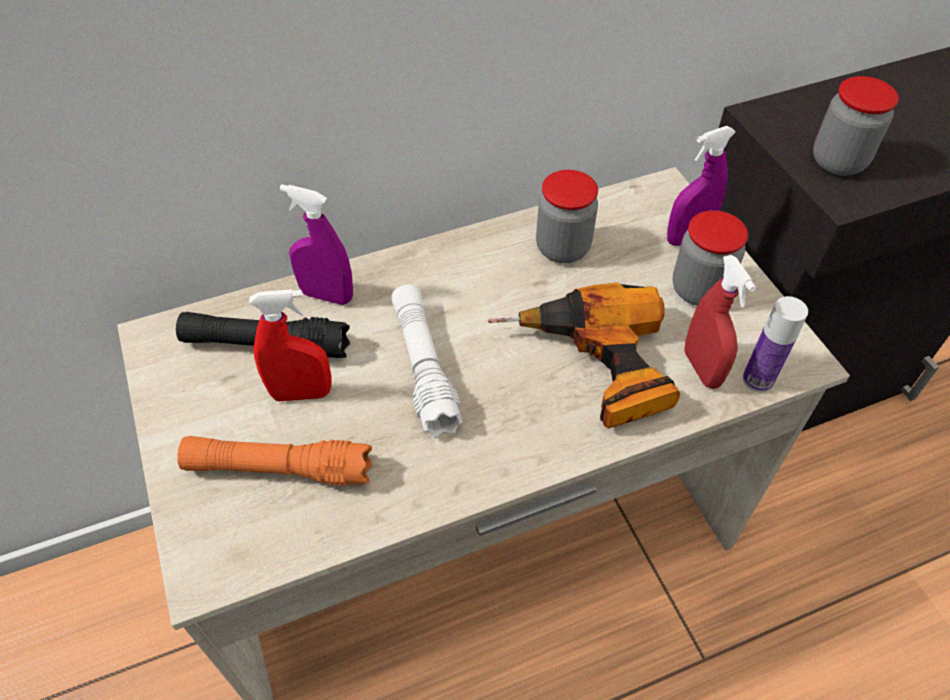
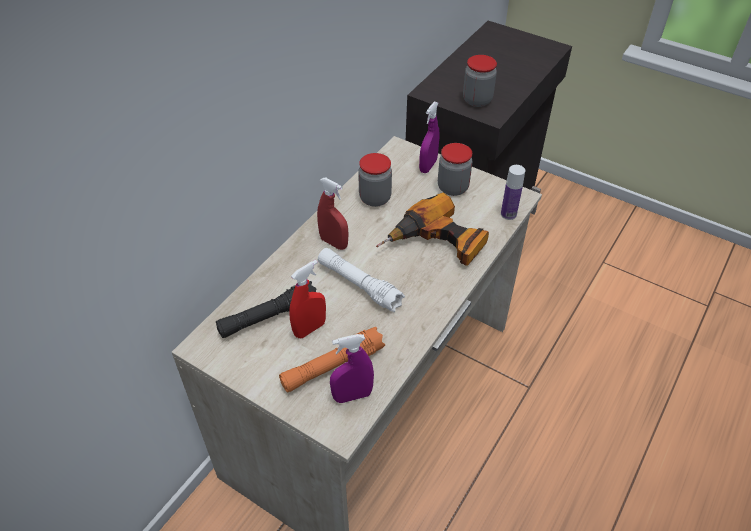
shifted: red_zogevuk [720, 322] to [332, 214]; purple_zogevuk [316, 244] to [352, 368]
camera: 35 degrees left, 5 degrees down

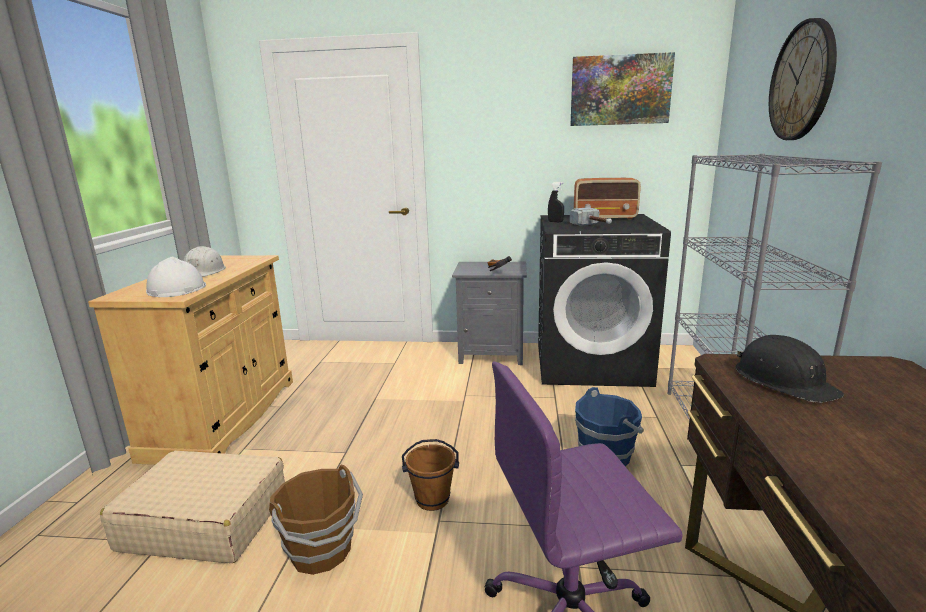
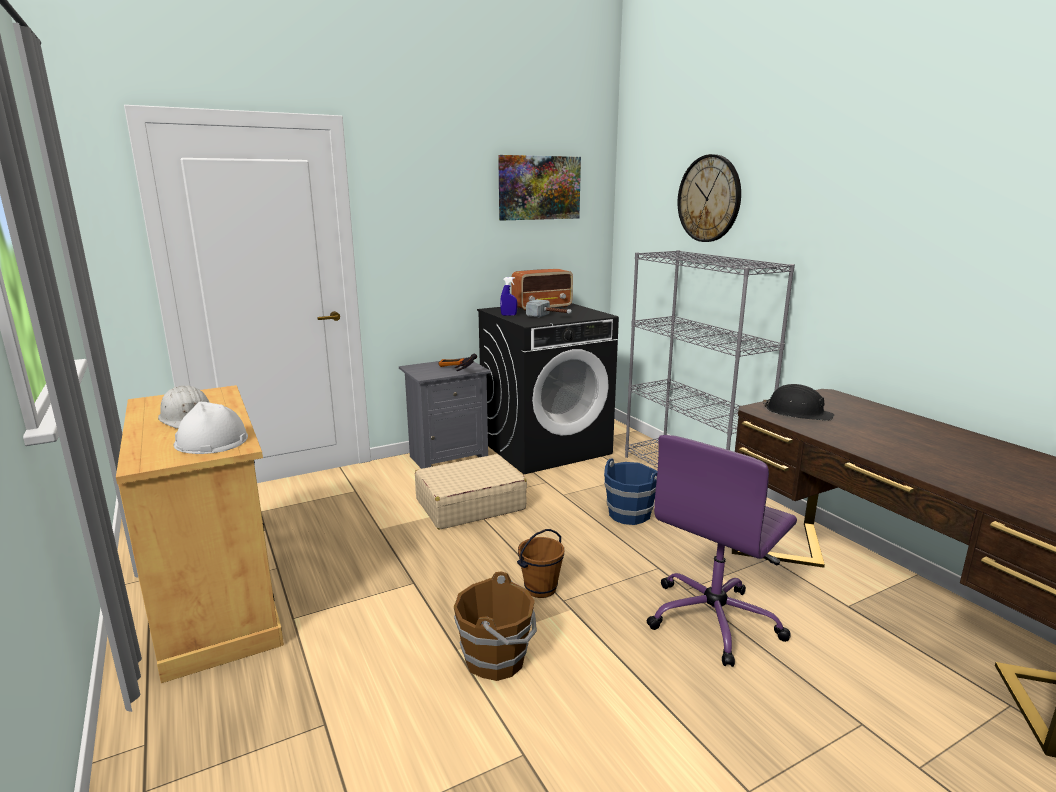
shifted: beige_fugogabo [192, 507] to [471, 492]
repainted: black_zogevuk [556, 202] to blue_zogevuk [508, 296]
camera: 35 degrees left, 0 degrees up

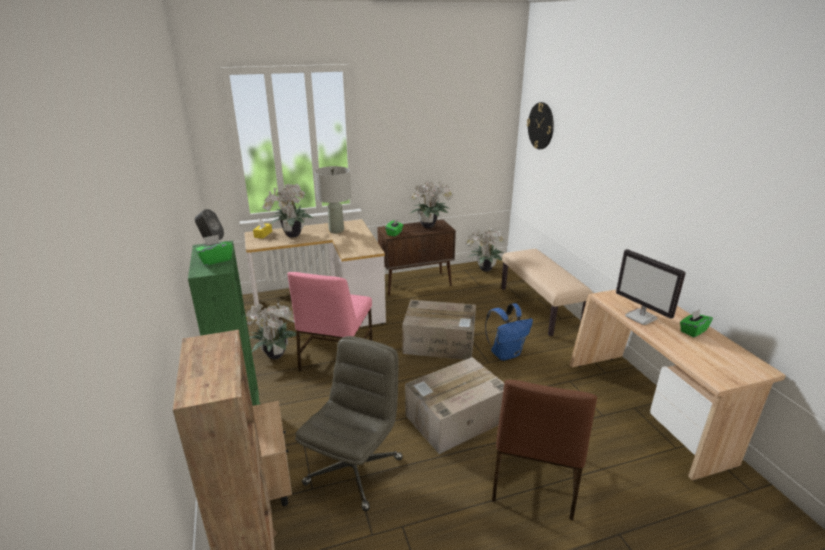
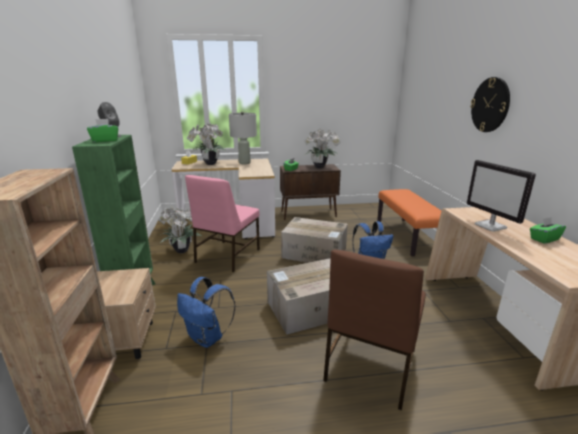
gone: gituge [485, 250]
shifted: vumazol [540, 125] to [490, 104]
swapped: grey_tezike [349, 423] to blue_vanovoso [206, 312]
repainted: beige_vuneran [547, 292] to orange_vuneran [409, 223]
camera: 10 degrees right, 5 degrees down

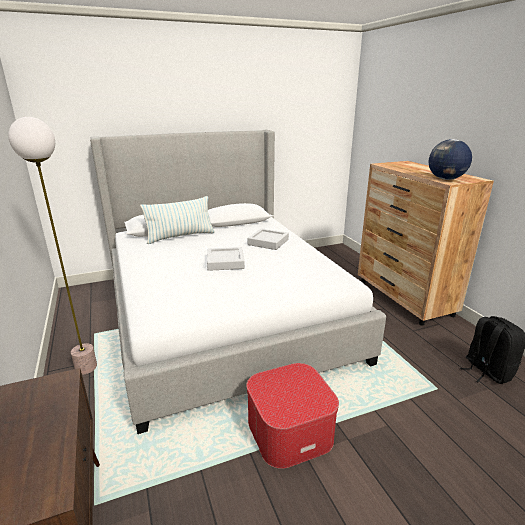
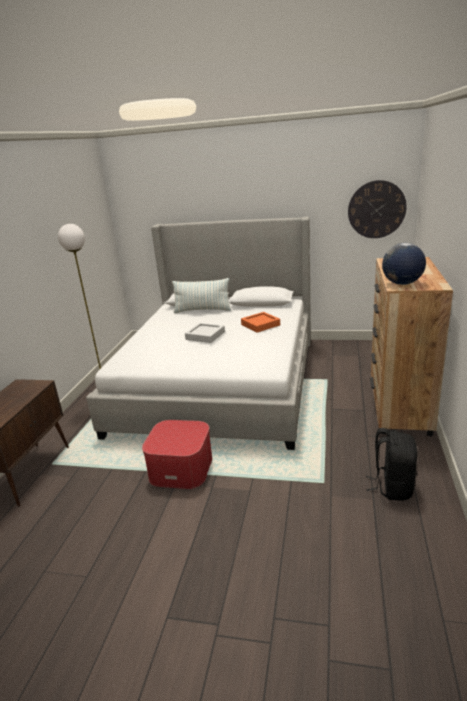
new: vumazol [377, 209]
repainted: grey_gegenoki [268, 239] to orange_gegenoki [260, 322]
camera: 35 degrees right, 0 degrees up

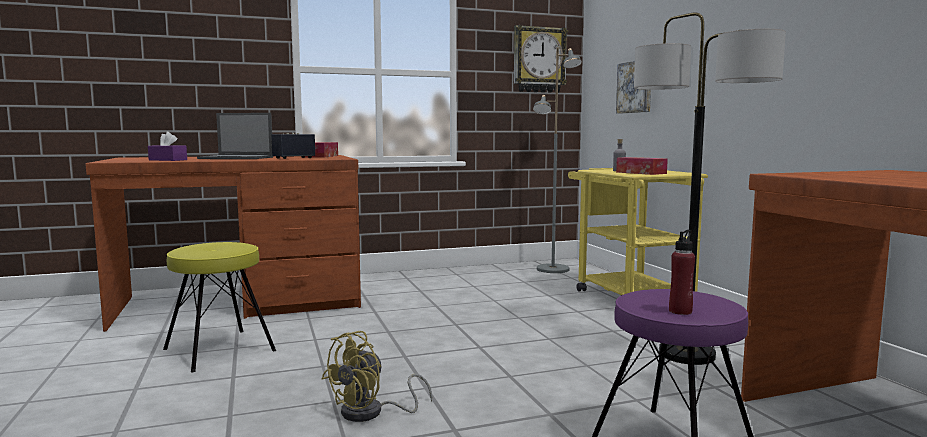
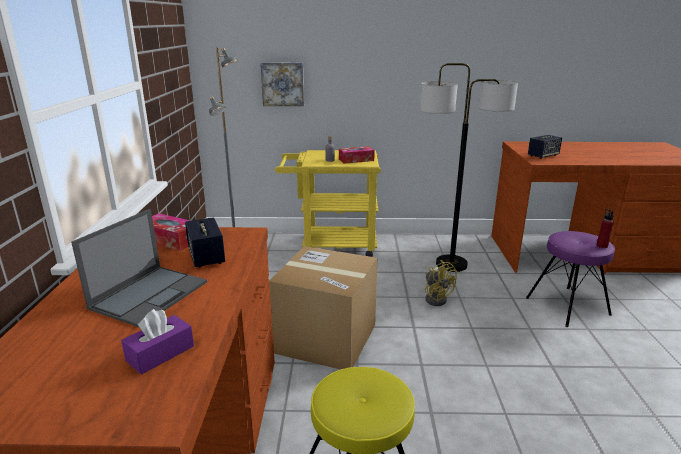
gone: vumazol [541, 59]
new: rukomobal [323, 308]; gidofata [545, 147]
shifted: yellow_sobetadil [377, 376] to [441, 283]
camera: 70 degrees left, 15 degrees up

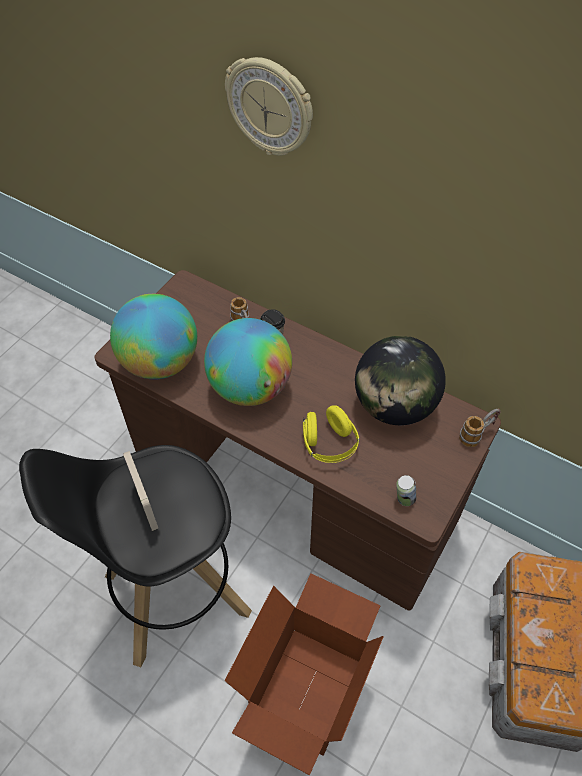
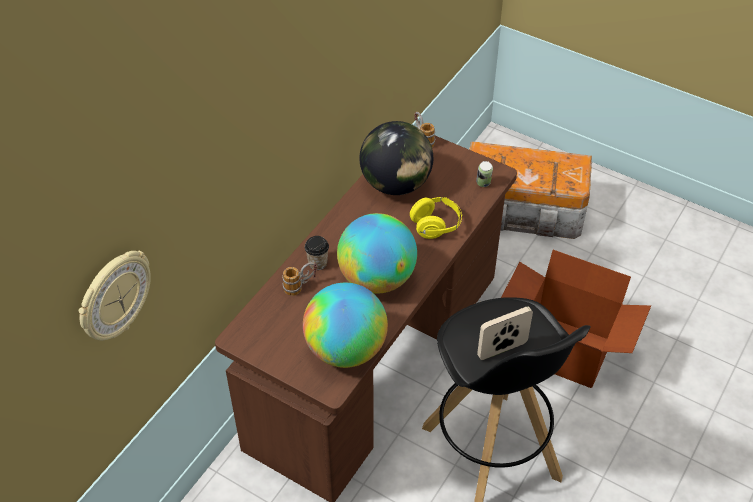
shifted: vumazol [269, 106] to [115, 295]
camera: 90 degrees left, 5 degrees down

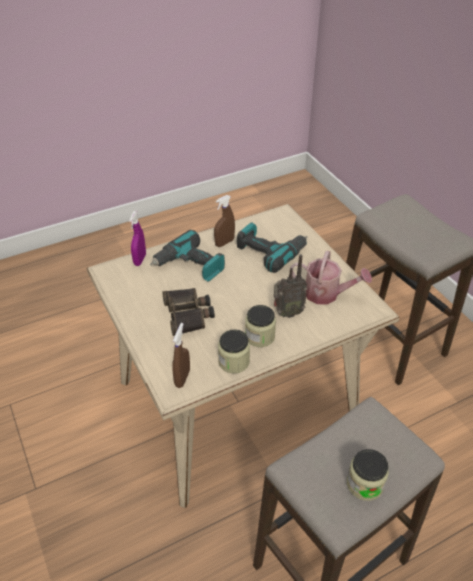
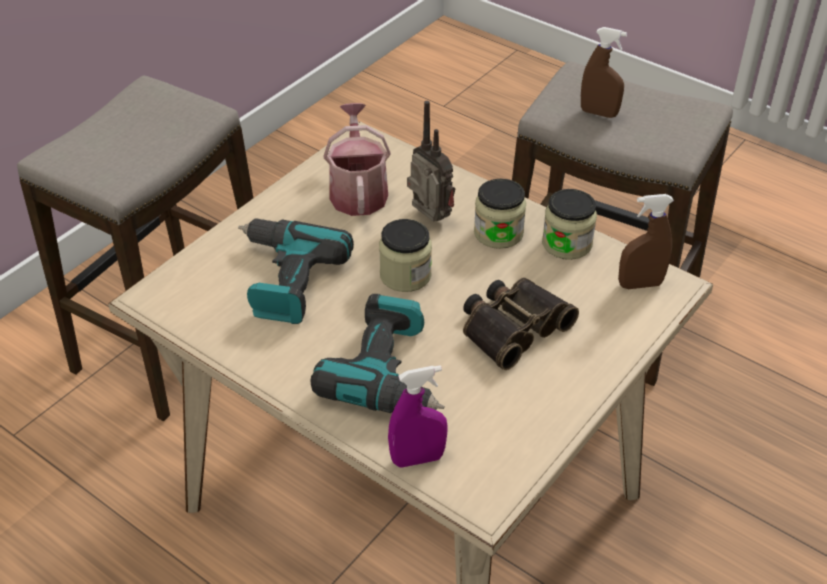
shifted: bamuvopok [368, 475] to [405, 255]; brown_zogevuk [224, 221] to [604, 72]
camera: 115 degrees left, 0 degrees up

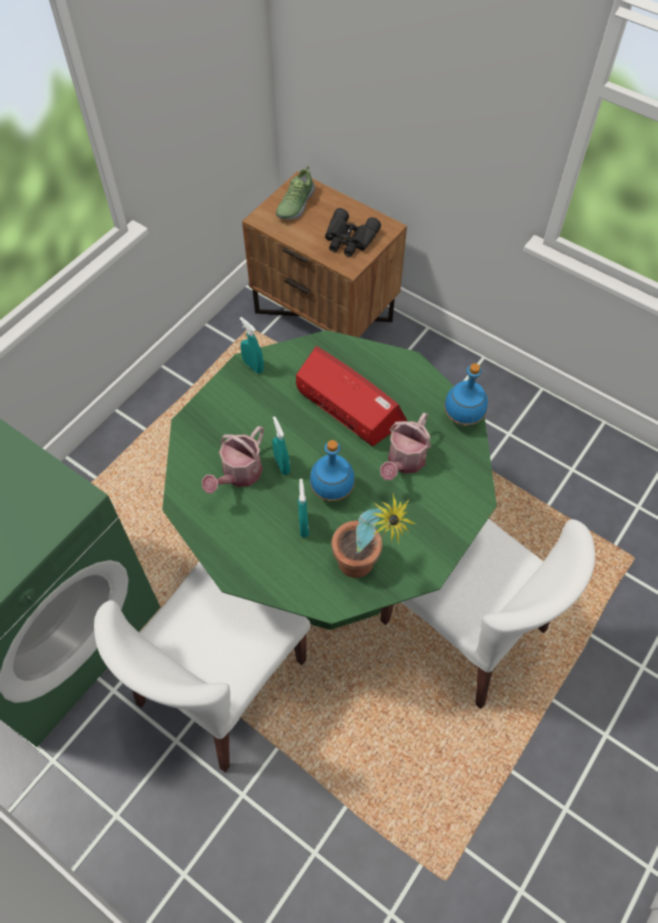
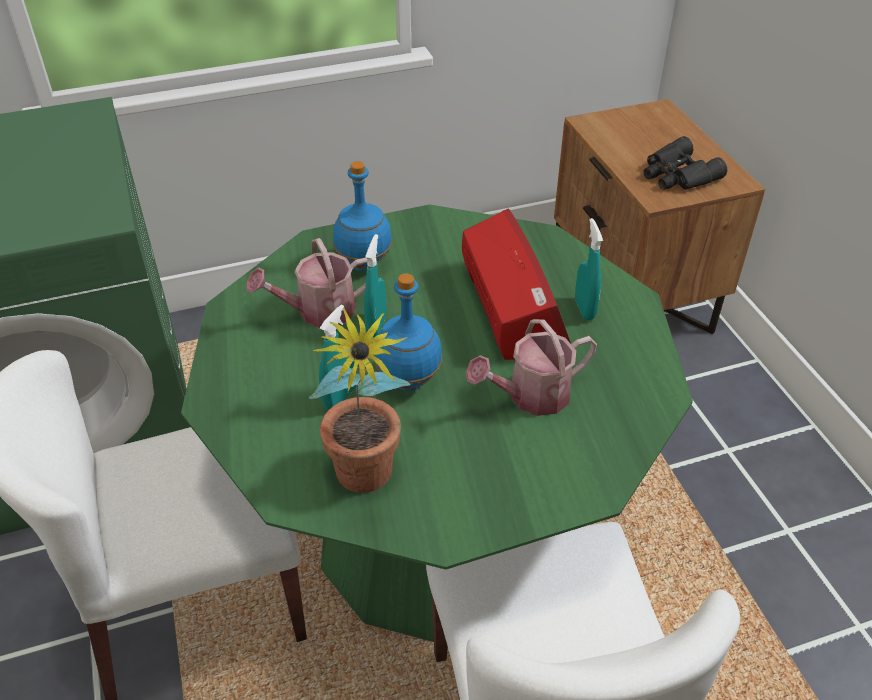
gone: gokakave [295, 193]
shifted: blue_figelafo [466, 394] to [362, 216]; turquoise_zogevuk [252, 345] to [589, 269]
camera: 35 degrees right, 15 degrees down

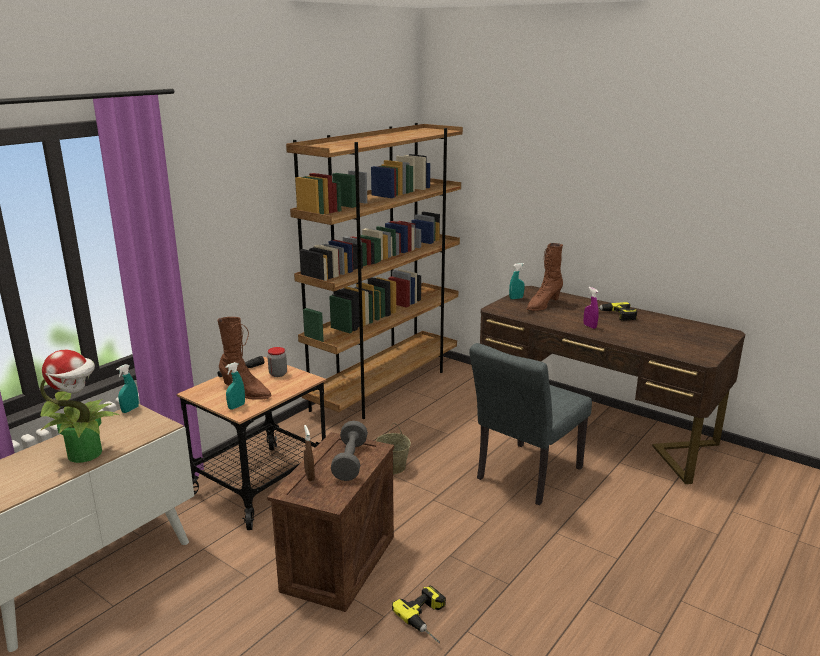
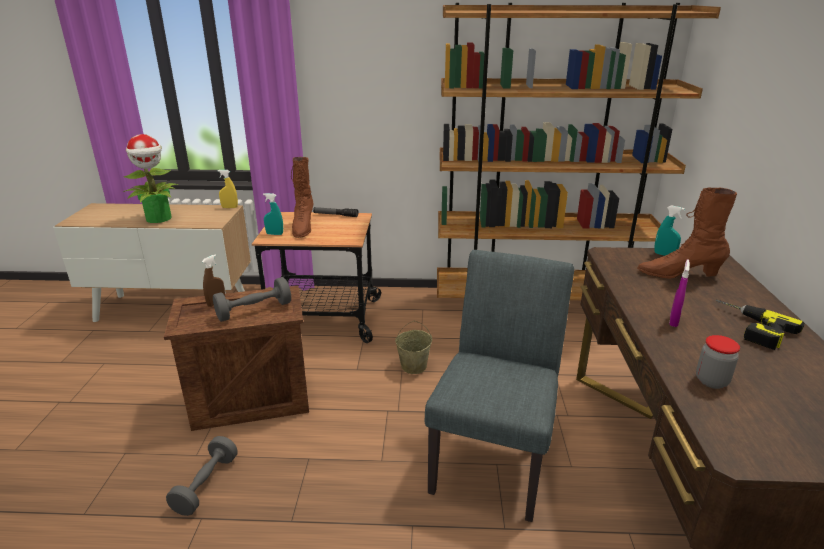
shifted: bamuvopok [277, 362] to [718, 362]
swapped: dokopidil [419, 614] to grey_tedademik [202, 476]
repainted: turquoise_zogevuk [127, 388] to yellow_zogevuk [227, 189]
rotated: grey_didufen [530, 424] = [499, 386] 105 degrees clockwise
camera: 55 degrees right, 5 degrees up

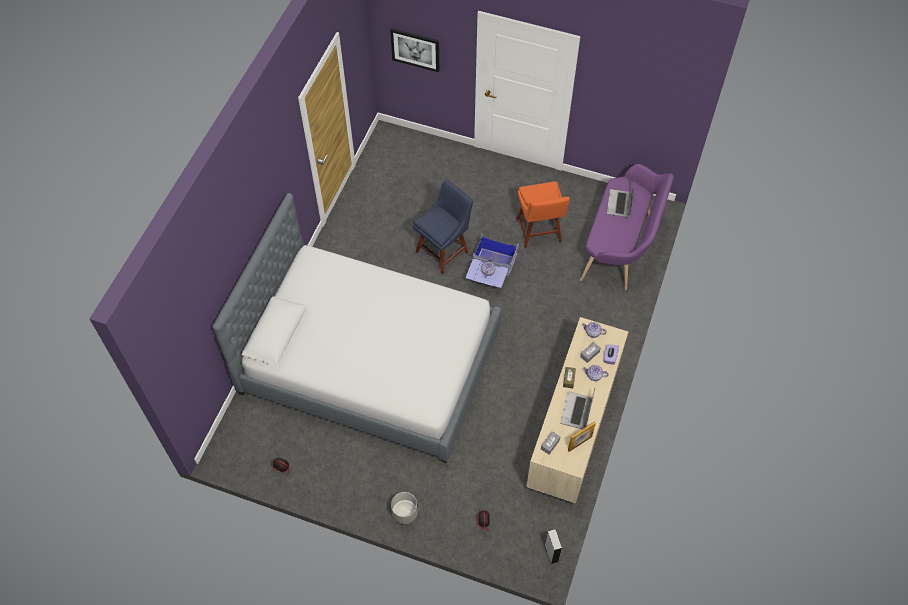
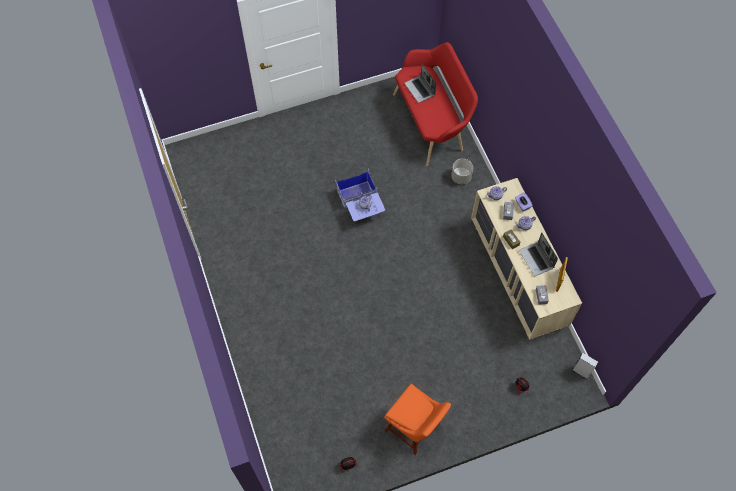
gone: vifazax [357, 328]; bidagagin [414, 50]; blue_didufen [443, 227]
shifted: orange_didufen [543, 214] to [417, 419]; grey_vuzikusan [404, 508] to [462, 171]
repainted: purple_vuneran [627, 227] to red_vuneran [435, 104]
camera: 40 degrees left, 5 degrees up

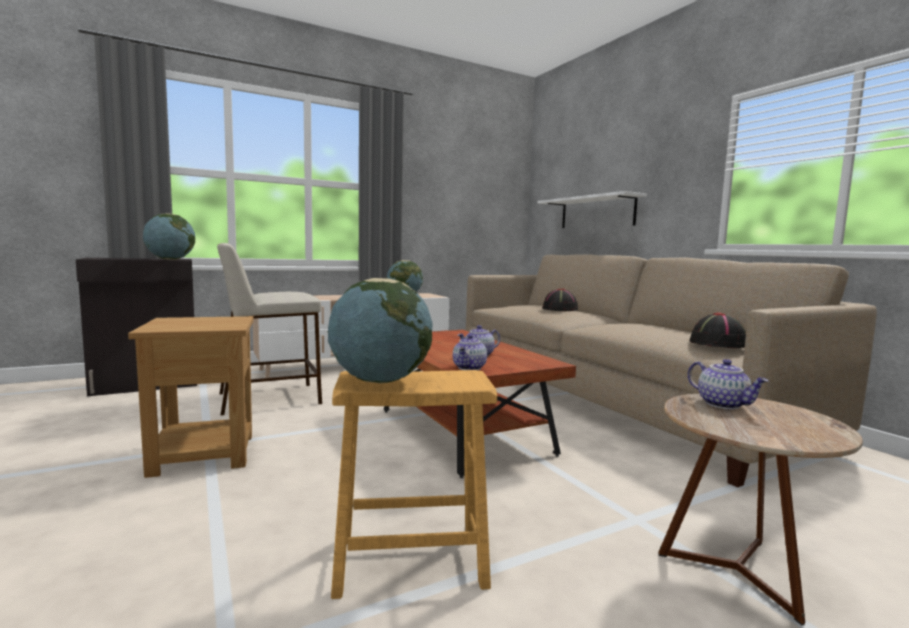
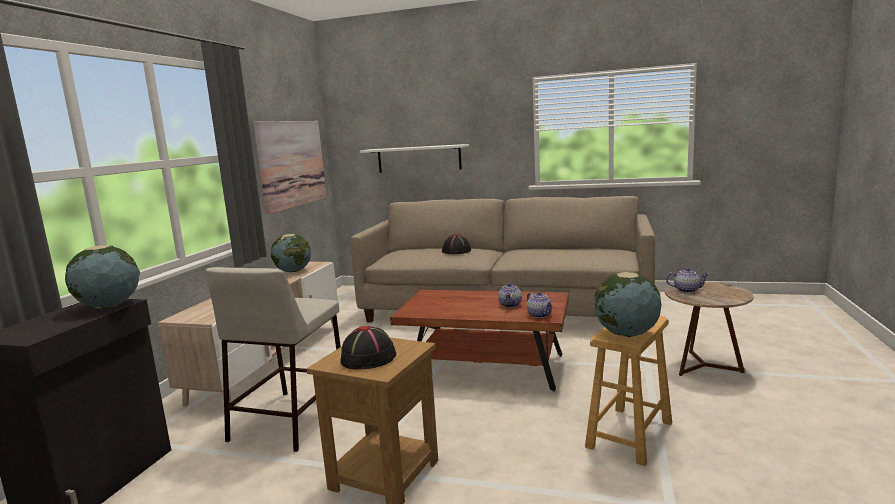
new: bidagagin [290, 167]
shifted: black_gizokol [717, 330] to [368, 348]
camera: 45 degrees left, 5 degrees up

